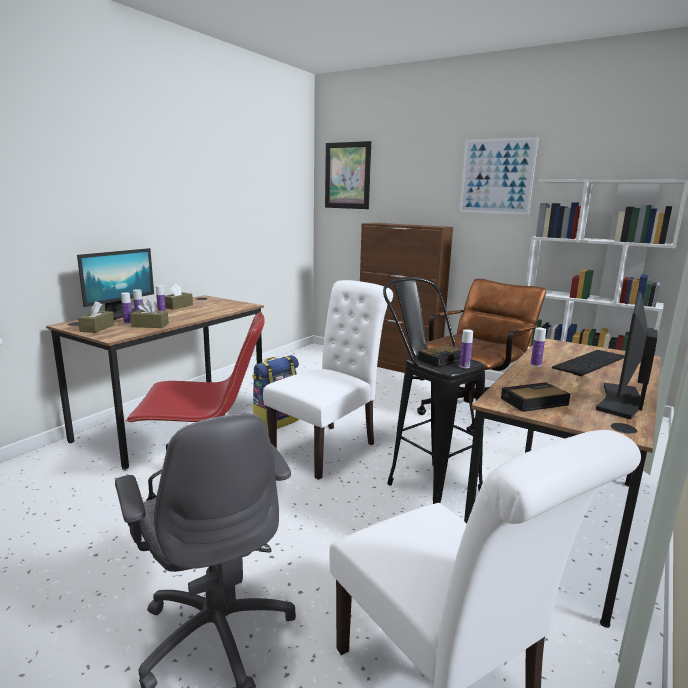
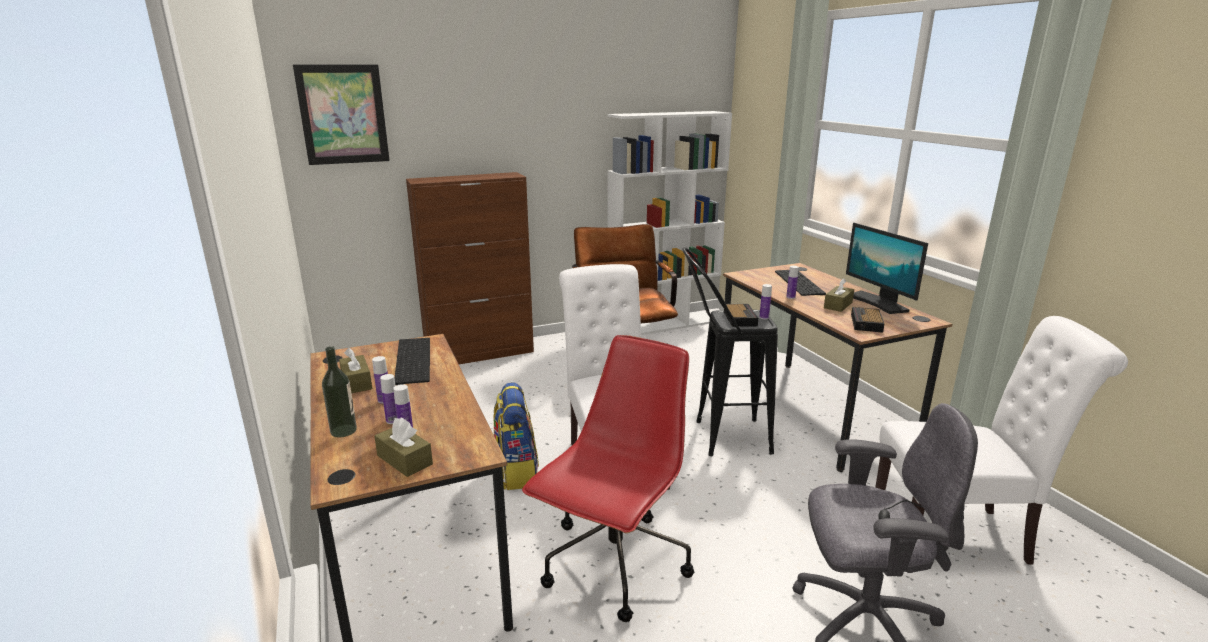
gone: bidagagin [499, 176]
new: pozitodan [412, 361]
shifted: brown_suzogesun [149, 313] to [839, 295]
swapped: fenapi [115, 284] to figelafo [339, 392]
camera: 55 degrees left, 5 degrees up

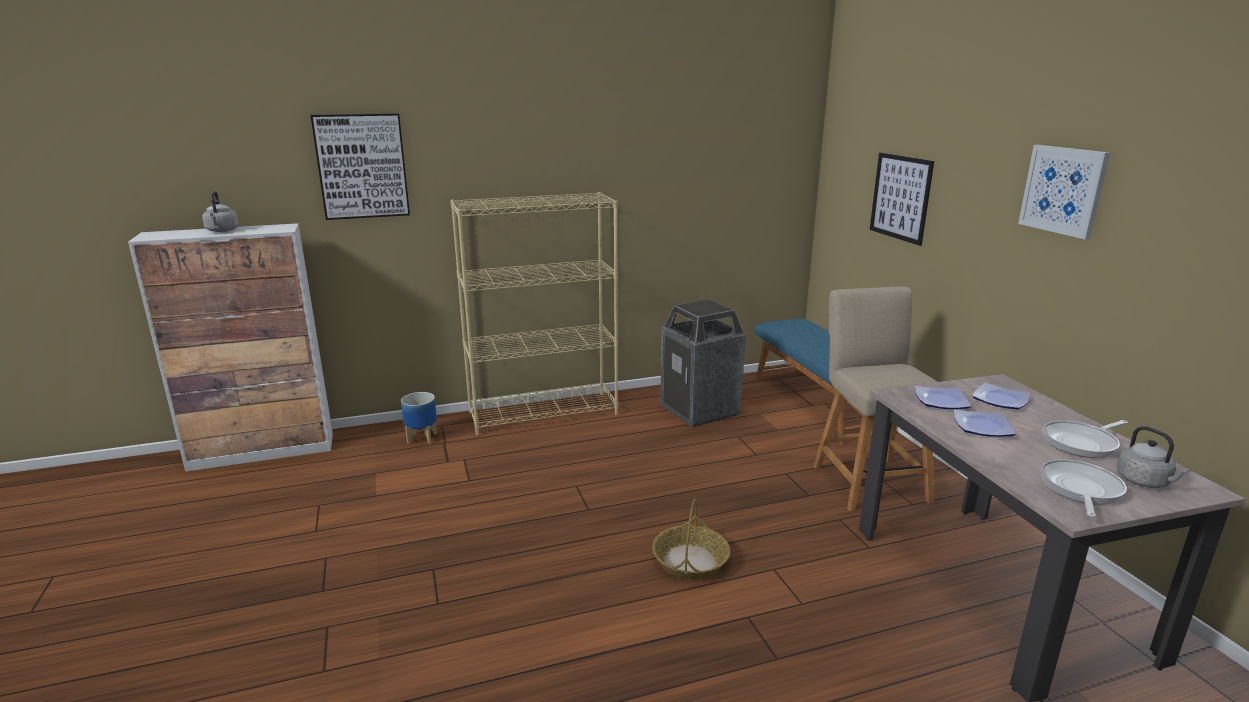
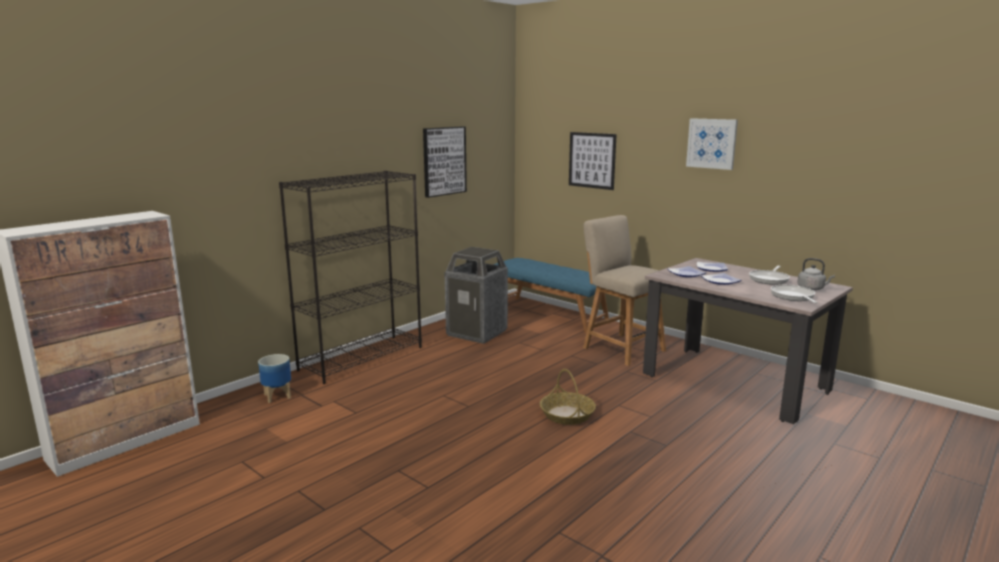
gone: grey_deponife [220, 211]
shifted: bidagagin [360, 166] to [445, 162]
repainted: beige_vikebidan [534, 314] to black_vikebidan [350, 277]
camera: 30 degrees left, 5 degrees down

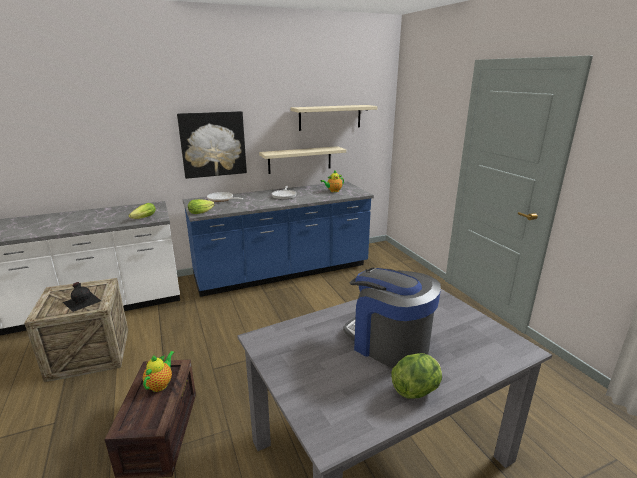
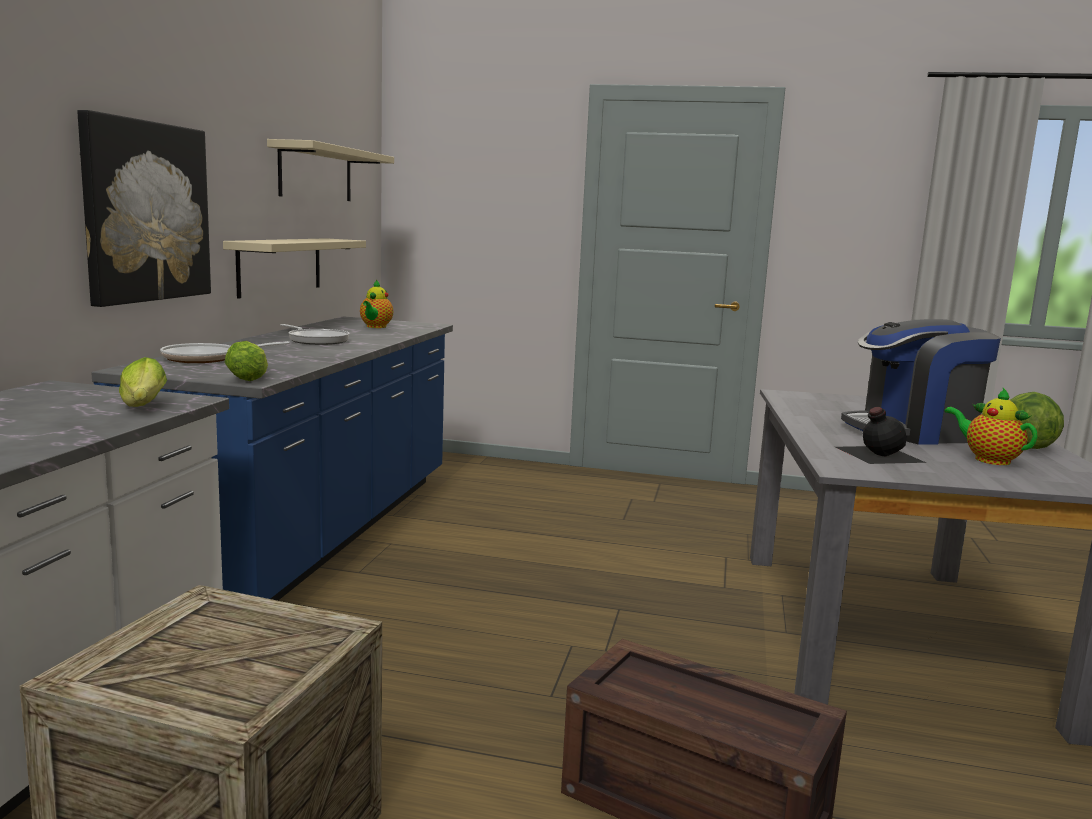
shifted: black_figelafo [82, 297] to [880, 435]; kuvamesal [159, 371] to [991, 426]
camera: 55 degrees left, 10 degrees down

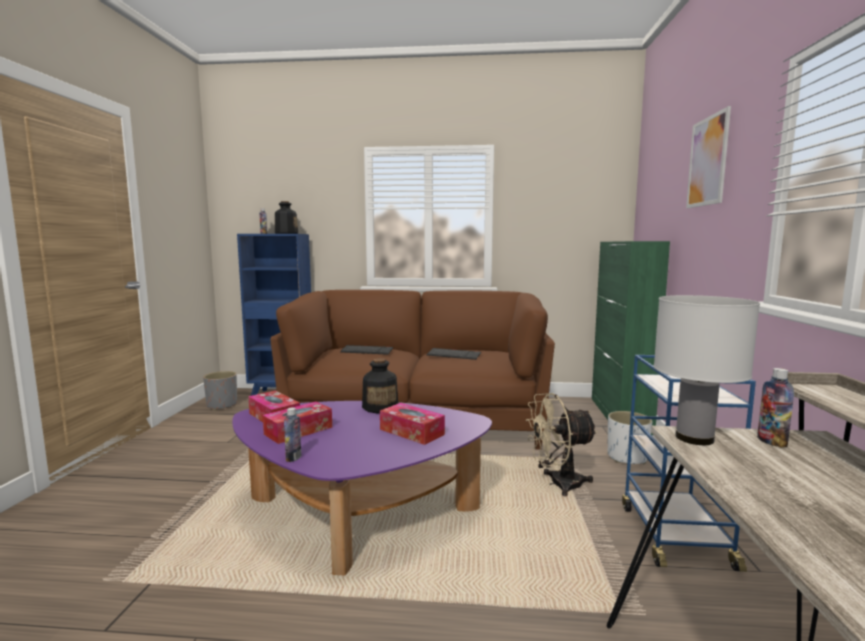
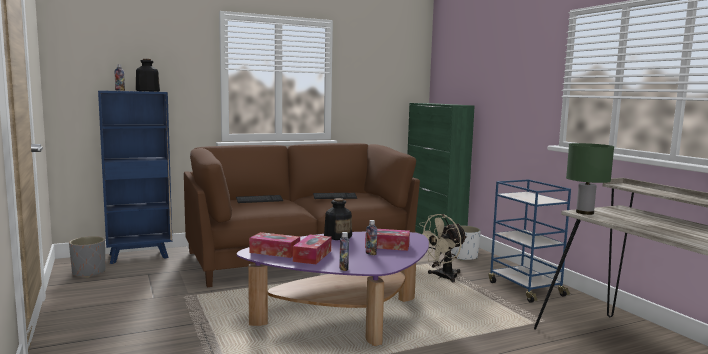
gone: bidagagin [708, 157]
shifted: figelafo [775, 408] to [371, 237]
repainted: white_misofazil [707, 370] to green_misofazil [590, 179]
camera: 30 degrees left, 0 degrees up

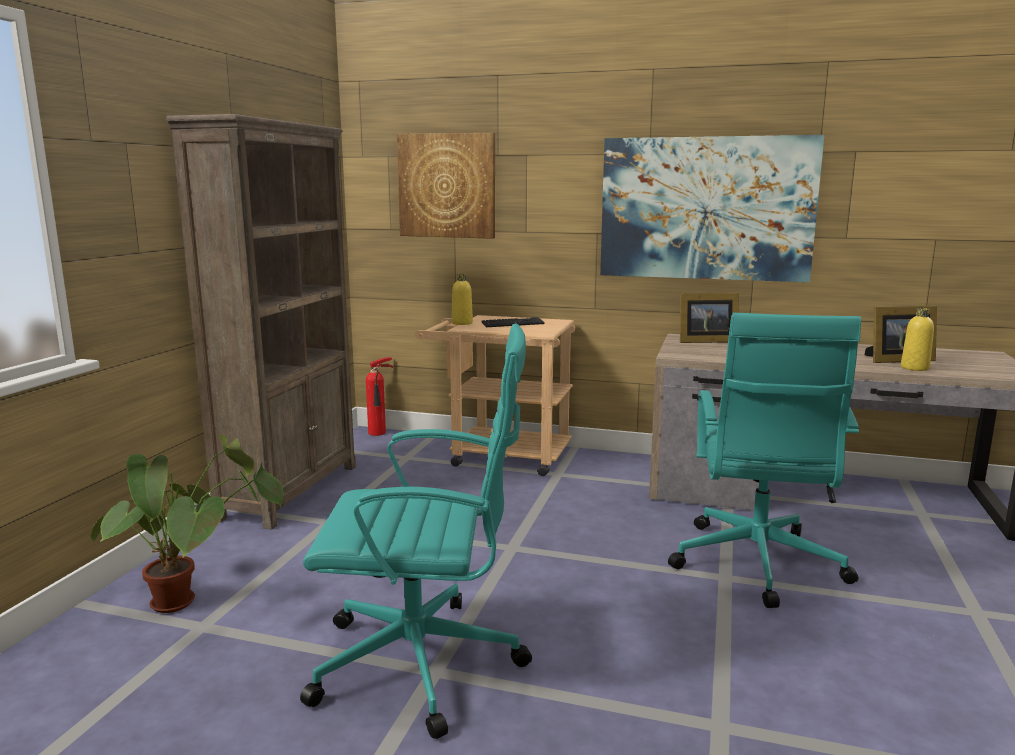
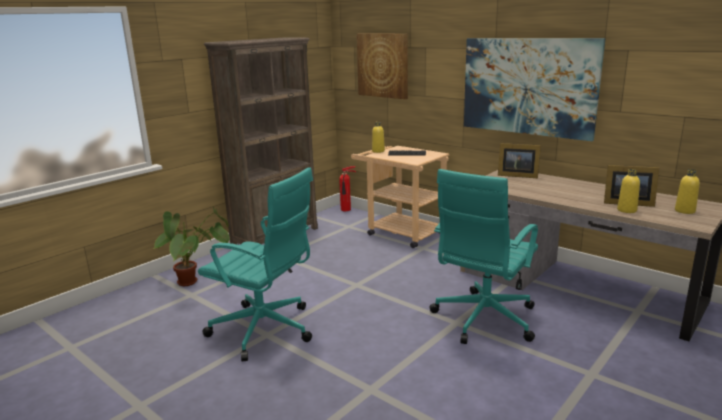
new: yellow_figelafo [687, 191]
camera: 25 degrees right, 5 degrees up

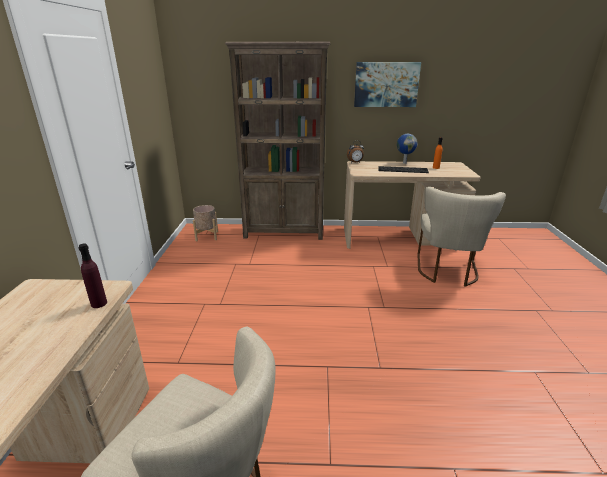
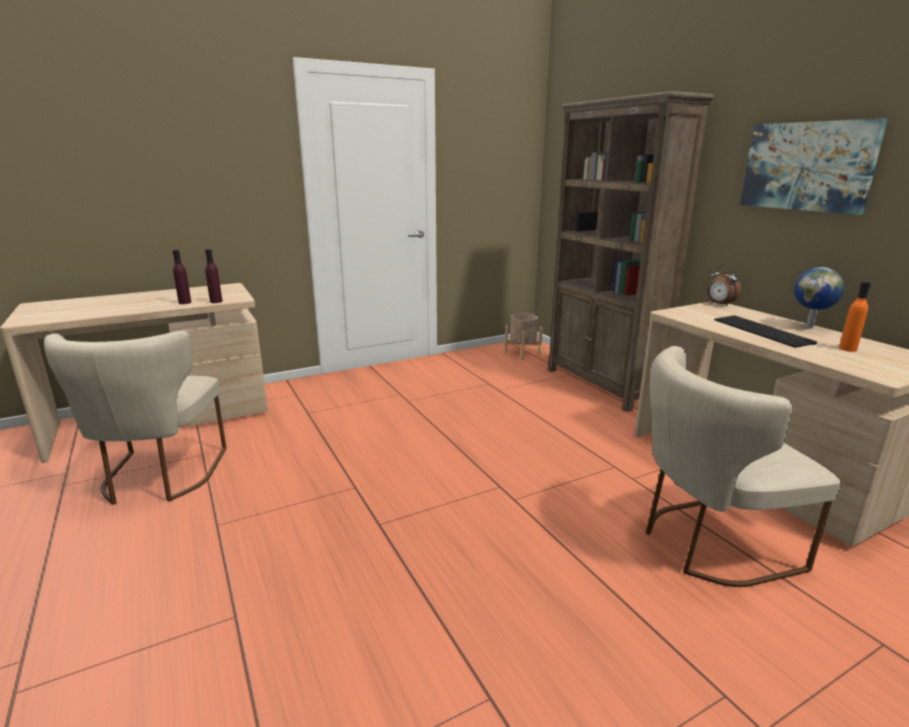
new: purple_figelafo [182, 277]
camera: 60 degrees right, 5 degrees down

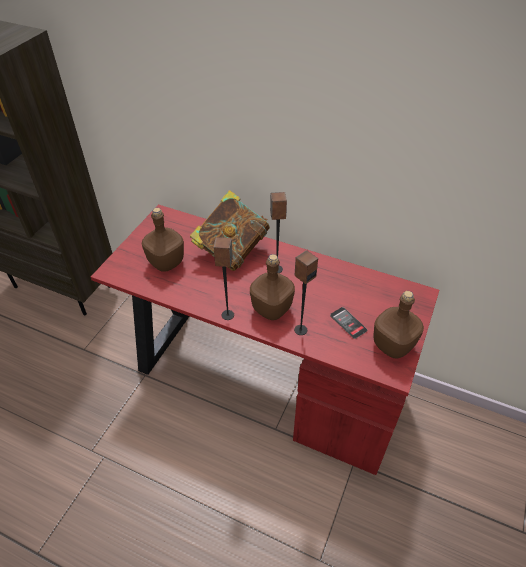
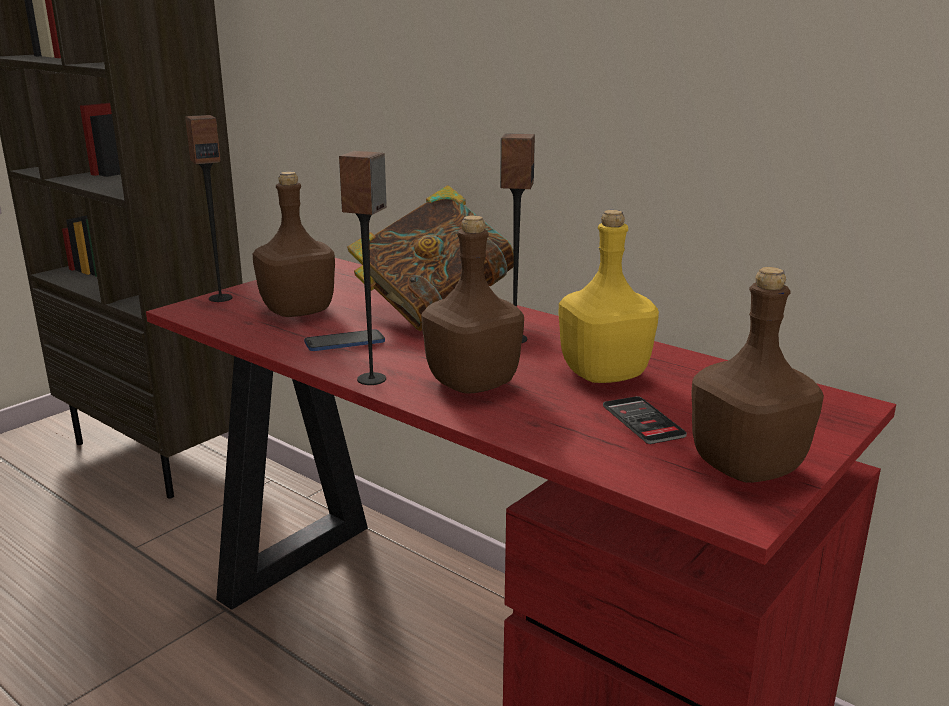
new: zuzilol [344, 340]; yellow_figelafo [608, 296]
shifted: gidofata [306, 292] to [209, 208]
camera: 15 degrees right, 25 degrees down

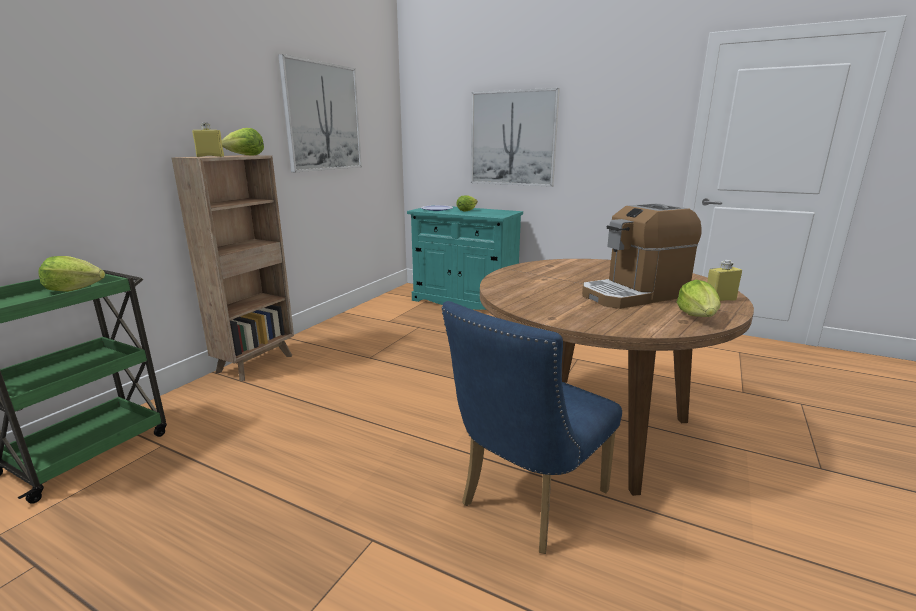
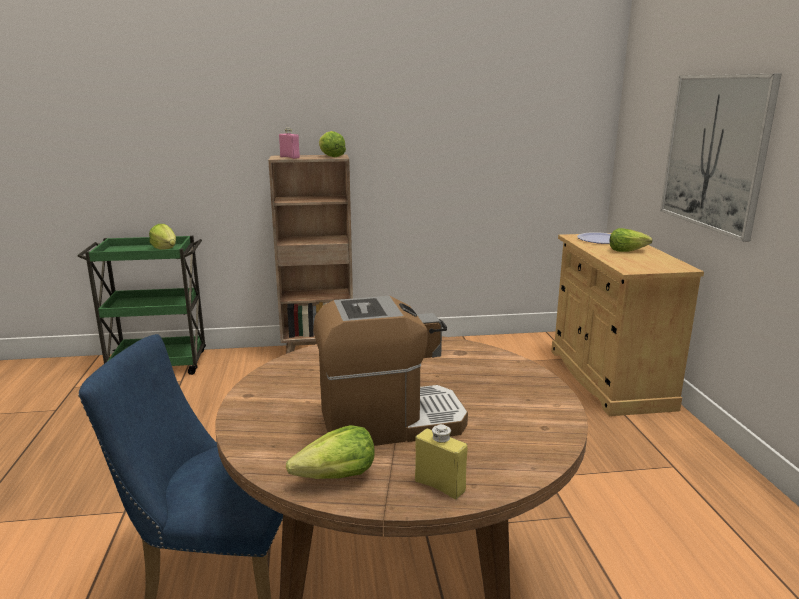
gone: bidagagin [320, 113]
repainted: yellow_figelafo [208, 139] to pink_figelafo [289, 143]; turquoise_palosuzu [465, 257] to beige_palosuzu [627, 324]
rotated: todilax [642, 256] = [390, 371] 135 degrees clockwise
camera: 55 degrees right, 0 degrees up

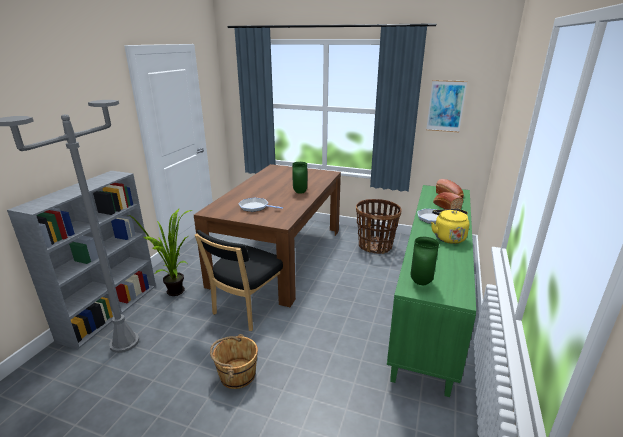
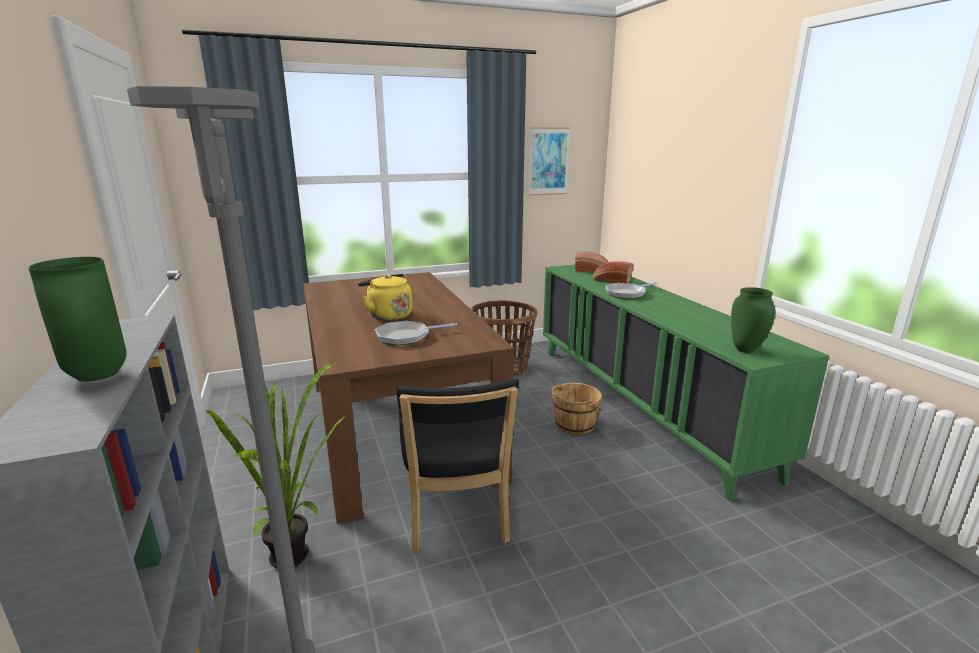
shifted: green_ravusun [299, 178] to [77, 319]; yellow_deponife [450, 226] to [385, 297]; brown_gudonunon [234, 361] to [576, 409]
camera: 40 degrees left, 5 degrees down

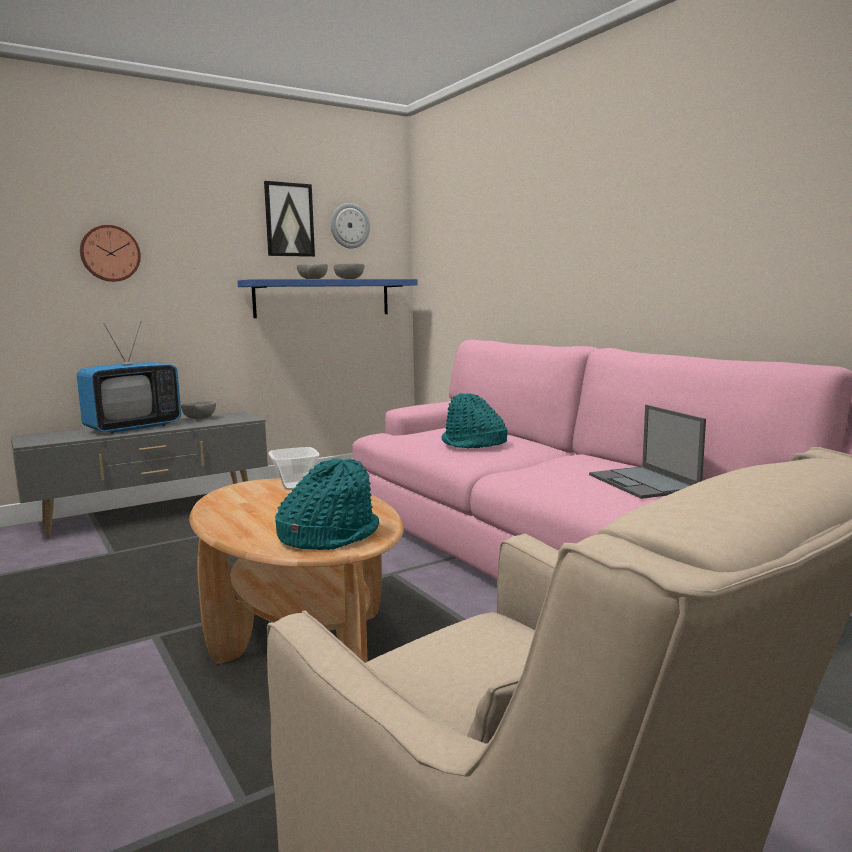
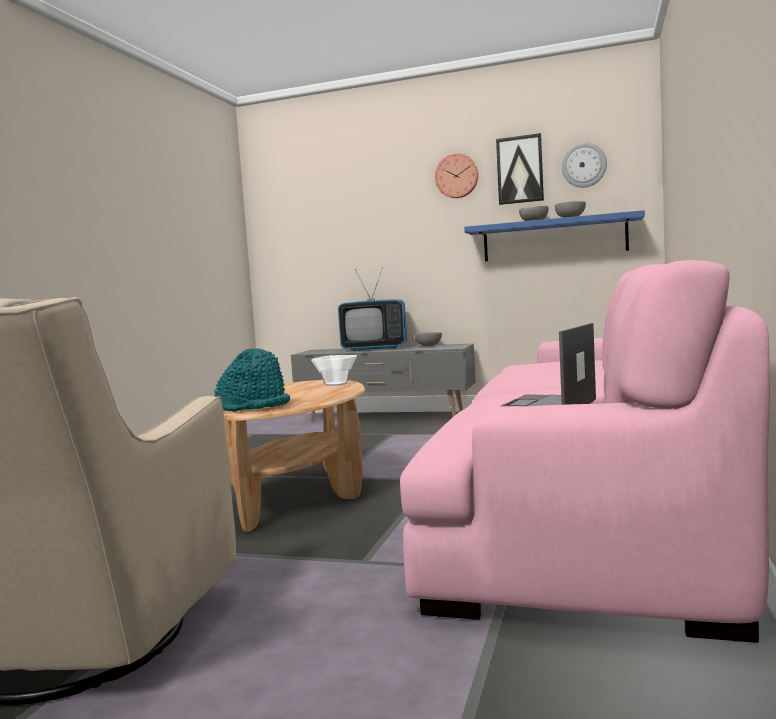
gone: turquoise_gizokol [475, 420]
shifted: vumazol [110, 253] to [457, 175]
camera: 50 degrees right, 5 degrees down

